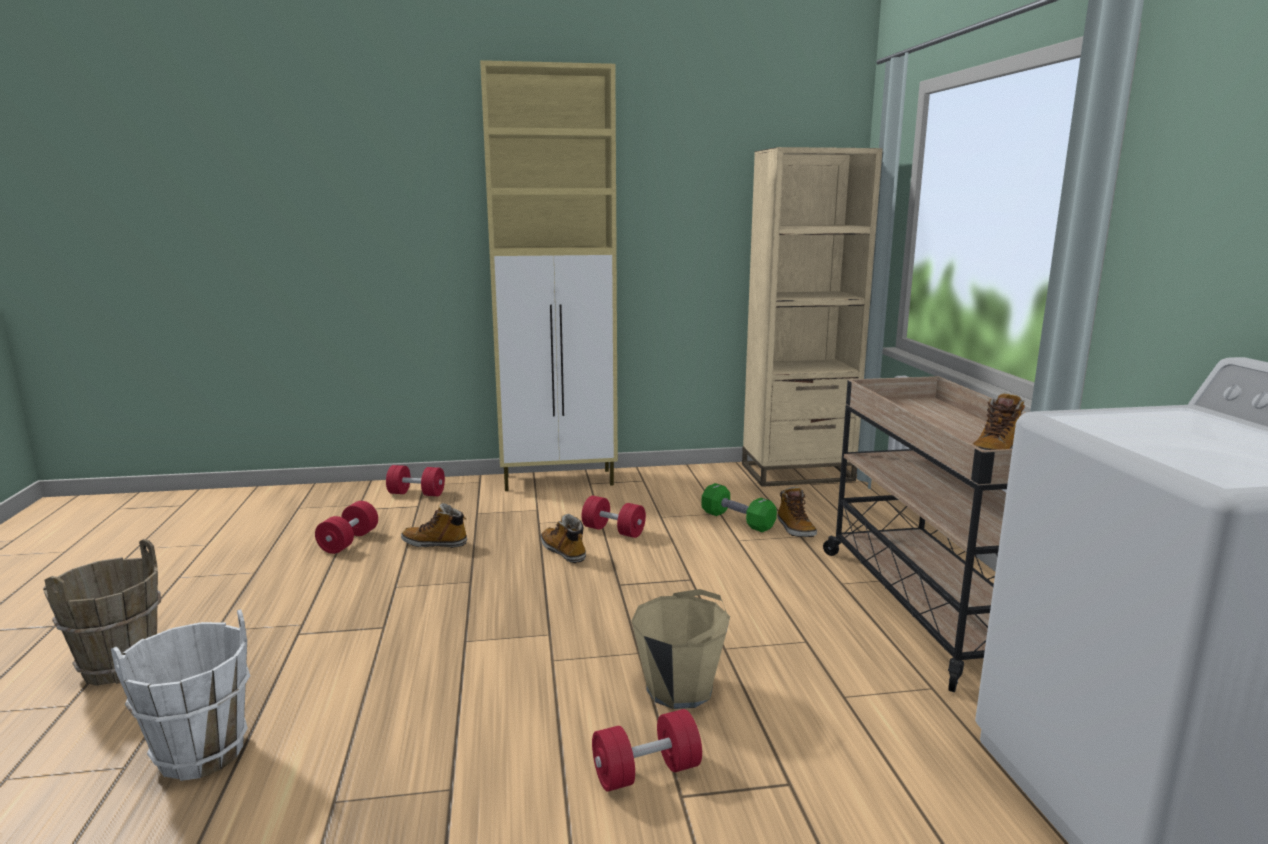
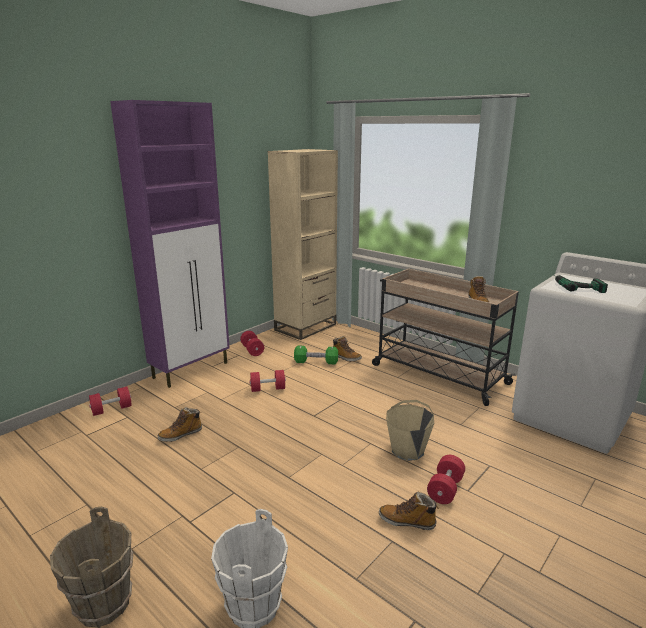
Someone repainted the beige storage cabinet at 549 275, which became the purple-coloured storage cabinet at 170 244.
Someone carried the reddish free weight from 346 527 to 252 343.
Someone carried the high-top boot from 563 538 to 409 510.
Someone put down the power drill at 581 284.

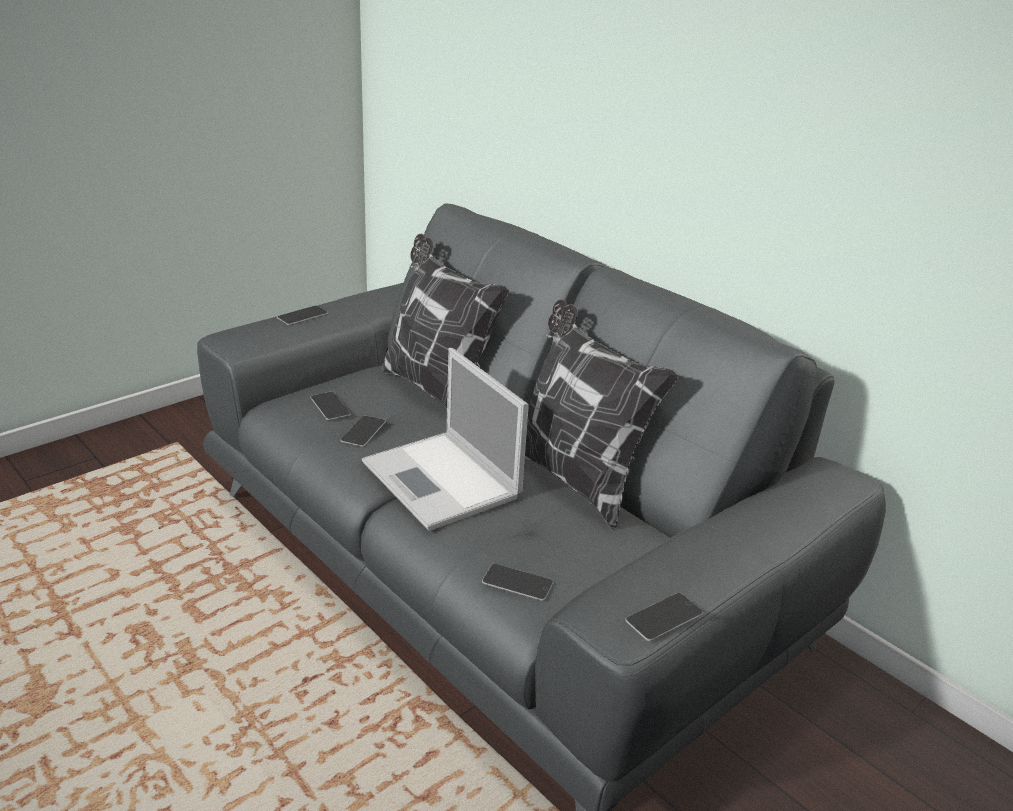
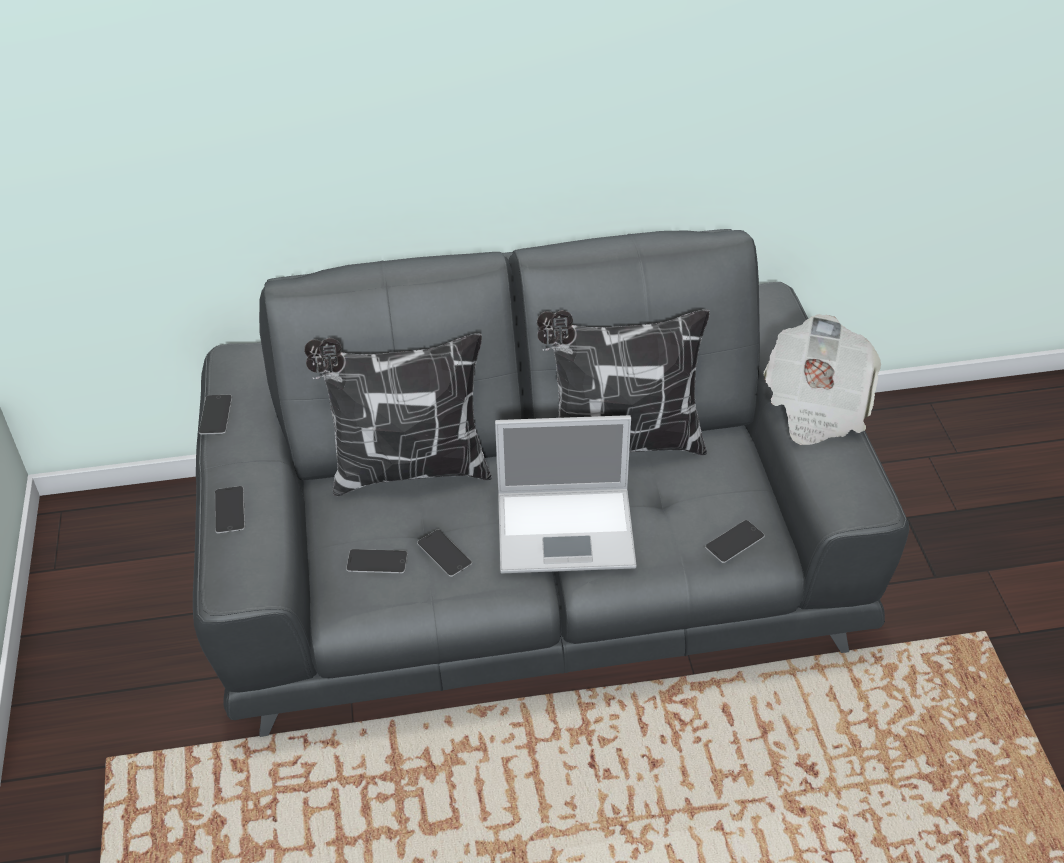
Someone carried the handset from 664 617 to 215 415.
Someone put down the daily paper at 822 380.

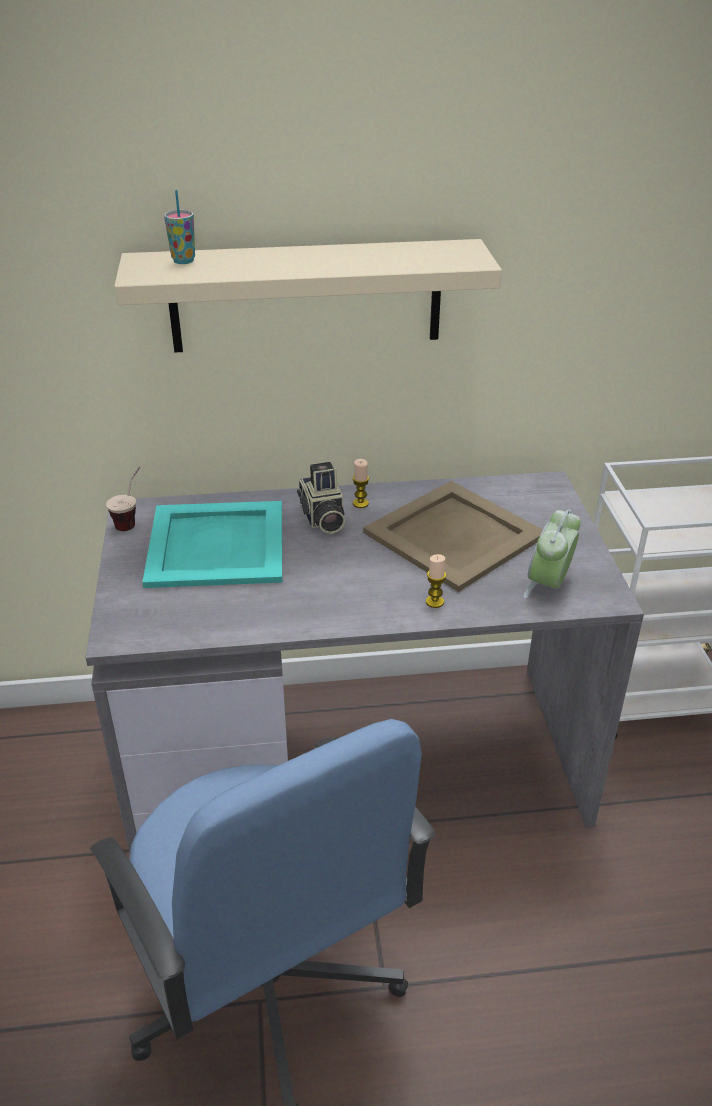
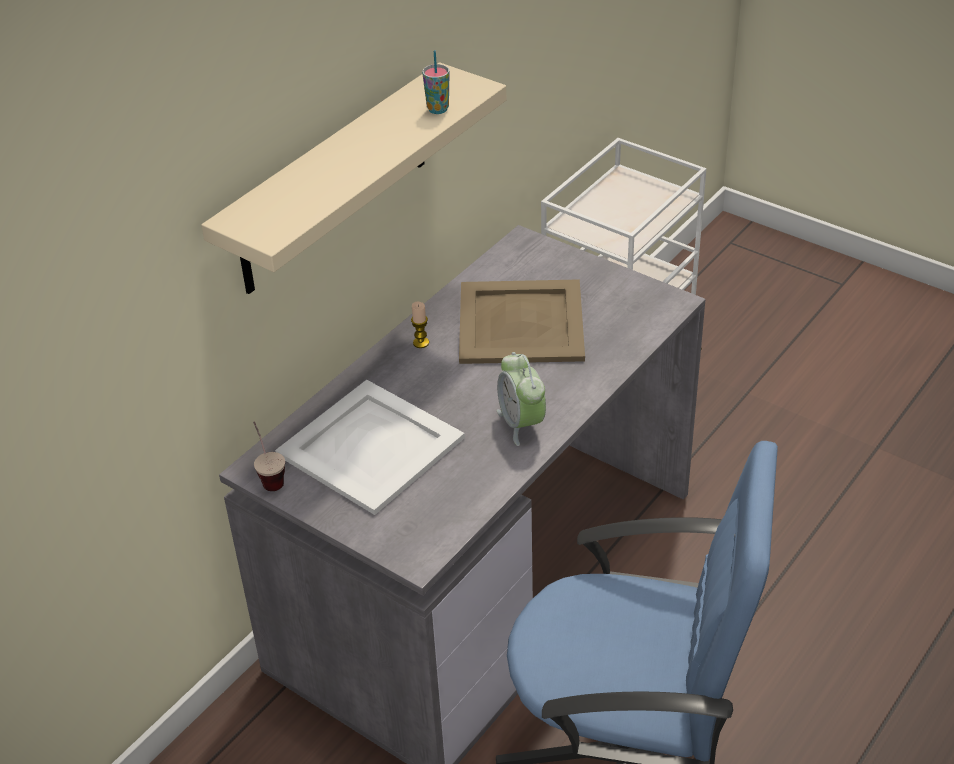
Someone repainted the blue-green serving tray at 212 544, which became the whitish serving tray at 370 447.
Someone carried the small cup from 179 227 to 435 82.
Someone carried the alarm clock from 551 553 to 521 399.
Someone took away the still camera at 321 498.
Someone took away the candle at 436 581.

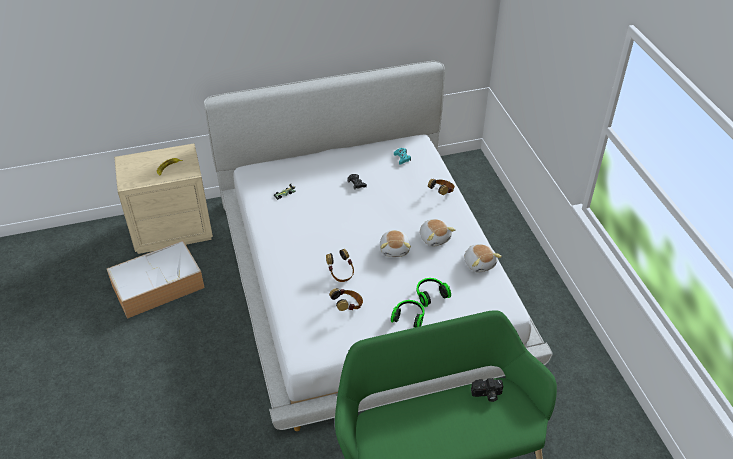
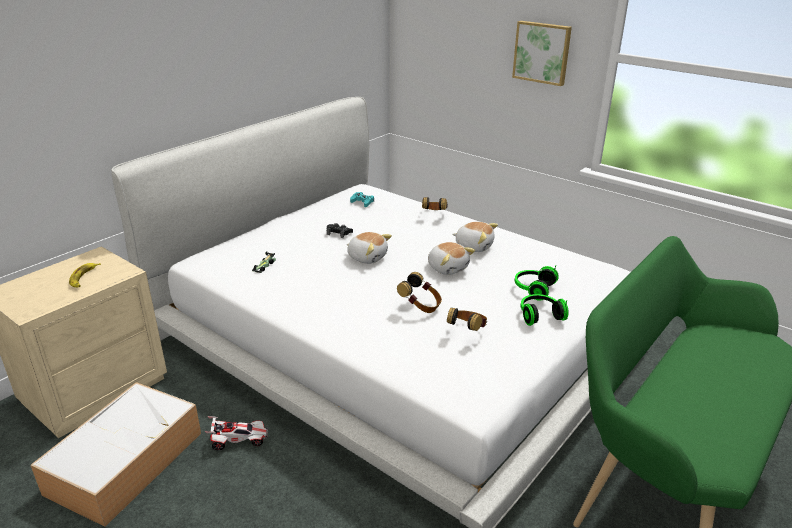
Someone put down the toy car at 236 433.
Someone carried the soft toy from 483 258 to 369 248.
Someone put up the picture at 542 53.
Someone took away the still camera at 487 390.

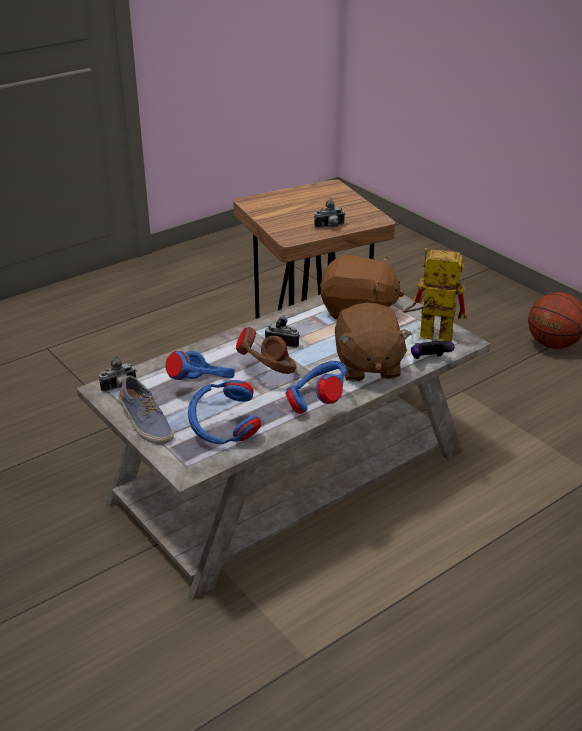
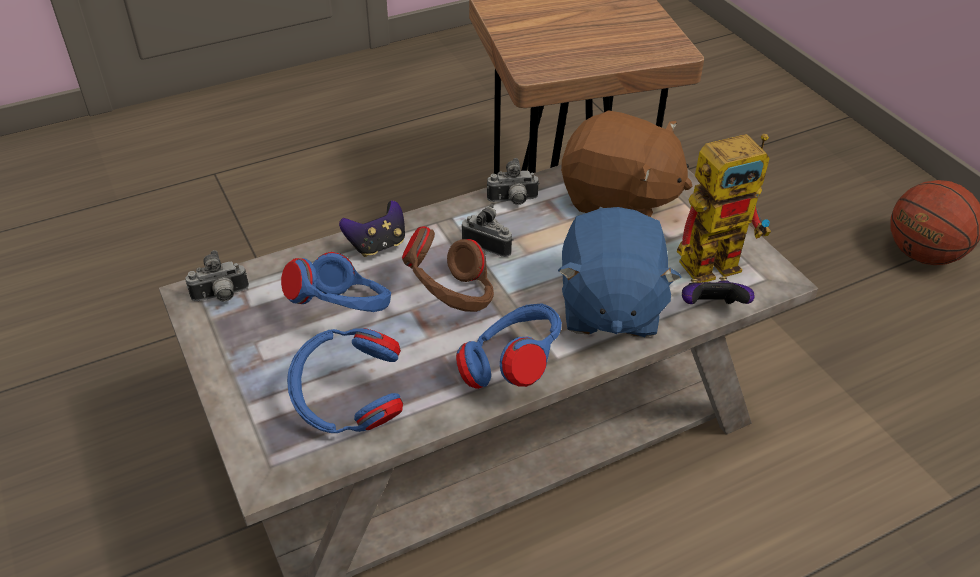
Someone put down the joypad at 372 228.
Someone carried the still camera from 329 213 to 513 181.
Someone repainted the brownish soft toy at 373 342, which became the blue-coloured soft toy at 620 272.
Someone rotated the robot figure at 434 295 by 135 degrees clockwise.
Someone took away the low shoe at 146 409.

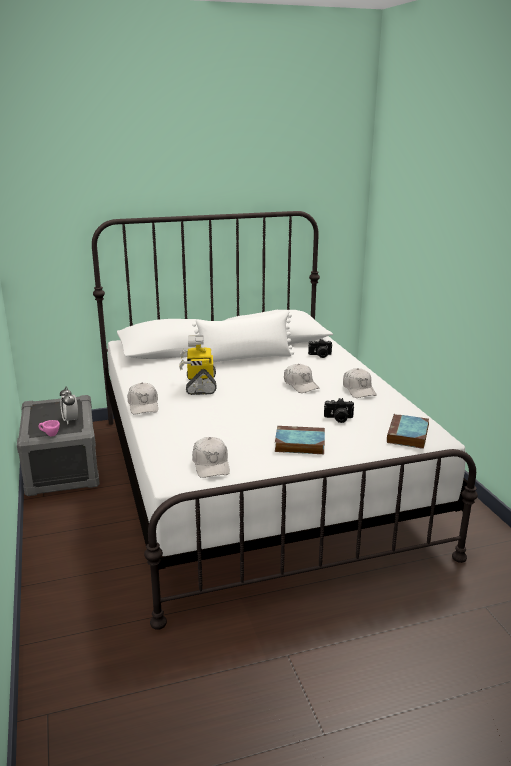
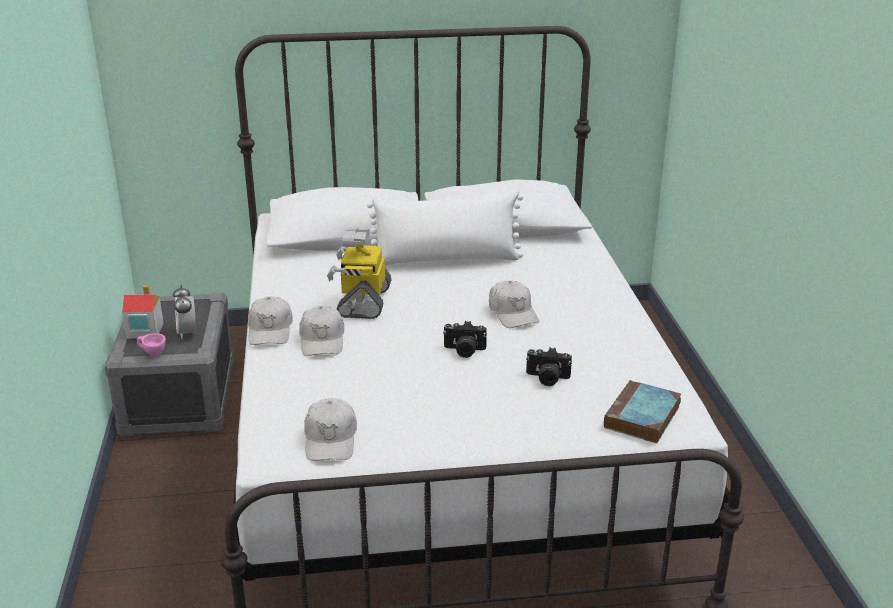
Someone put down the miniature house at 143 312.
Someone carried the whitish peaked cap from 359 383 to 321 331.
Someone carried the still camera from 320 348 to 465 339.
Someone took away the volume at 300 440.

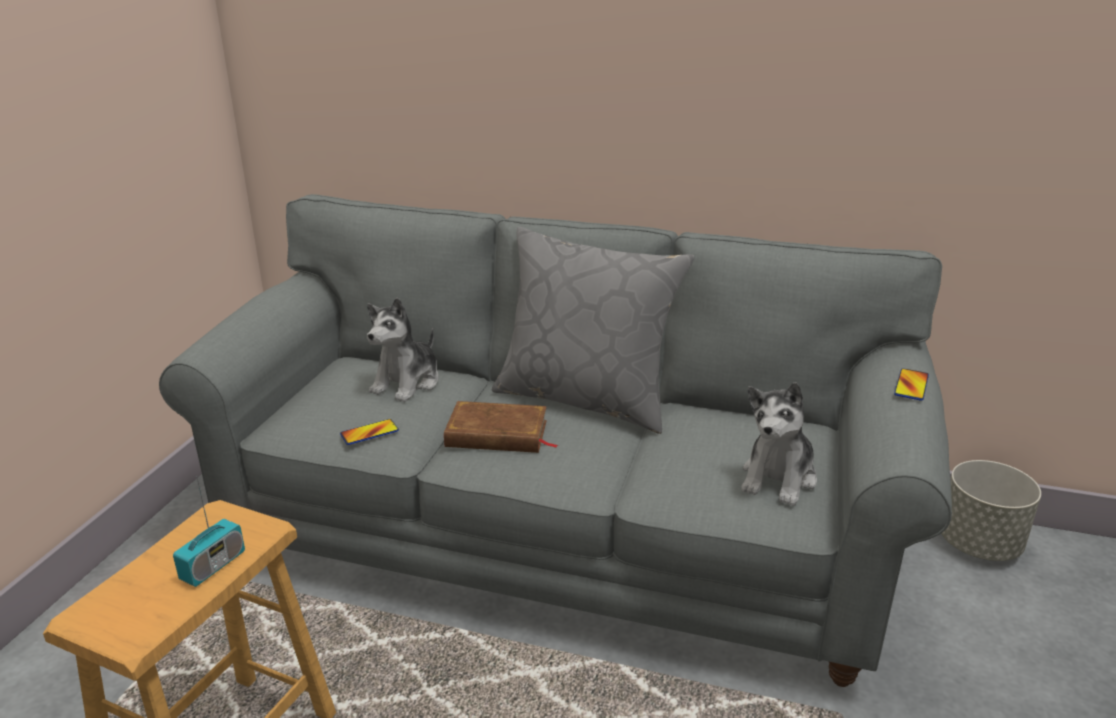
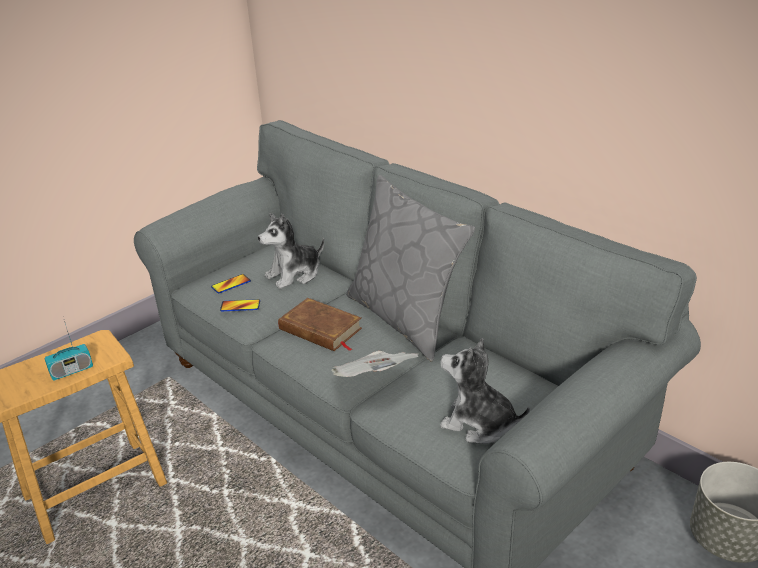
Someone carried the handset from 911 384 to 231 284.
Someone put down the daily paper at 375 364.
Someone rotated the soft toy at 779 444 by 60 degrees clockwise.

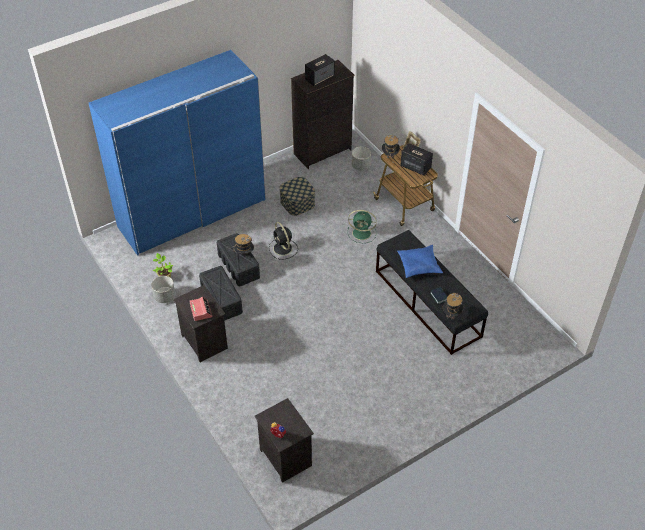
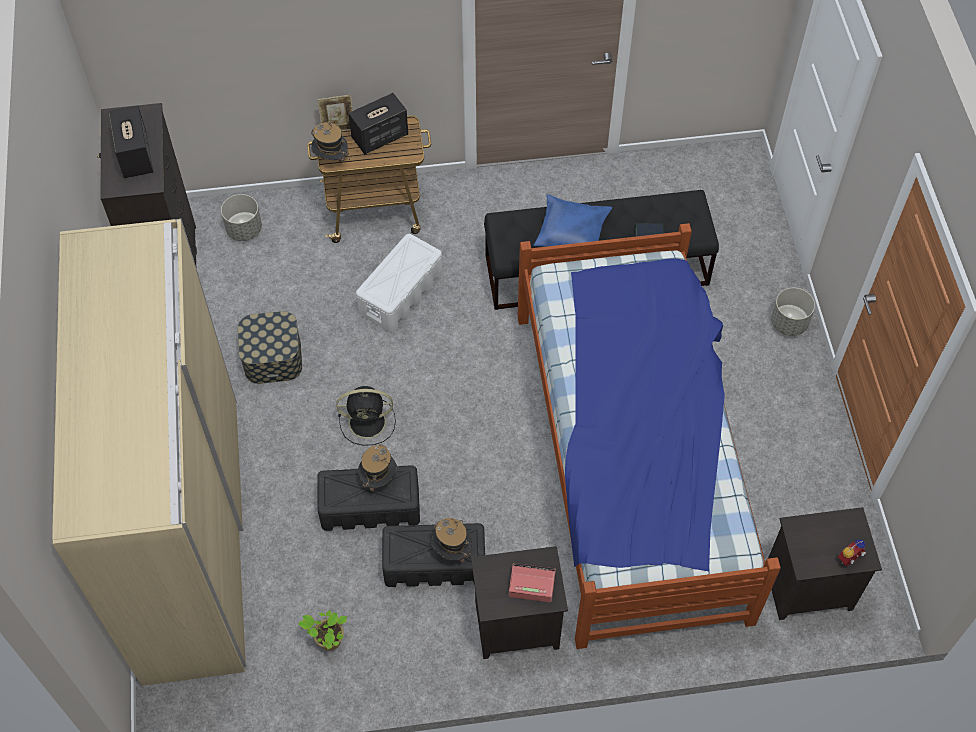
Someone repainted the blue-coloured clothes cupboard at 177 153, which became the beige clothes cupboard at 149 452.
Someone swapped the green-coloured fan at 362 226 for the whitish storage box at 399 283.
Someone carried the wearable hat from 453 306 to 451 540.
Someone put down the sleeping bed at 649 436.
Someone carried the greyish plant pot from 163 289 to 793 312.

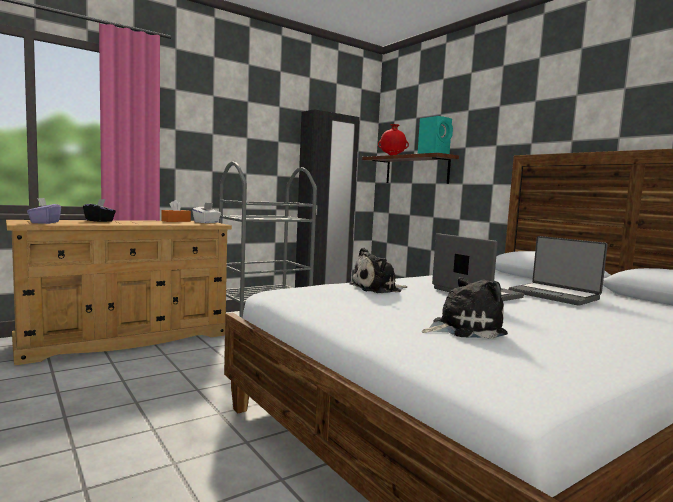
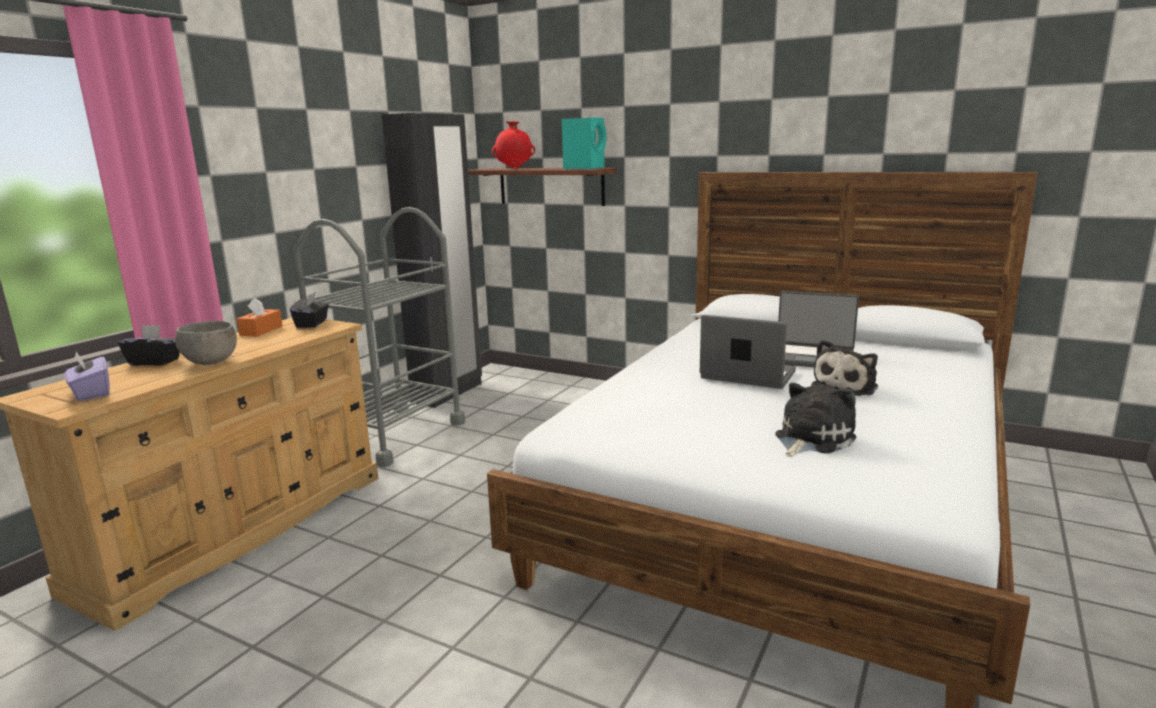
Someone put down the greyish deep dish at 206 343.
Someone repainted the whitish tissue box at 206 213, which became the black tissue box at 309 310.
Someone carried the soft toy from 378 270 to 844 368.

